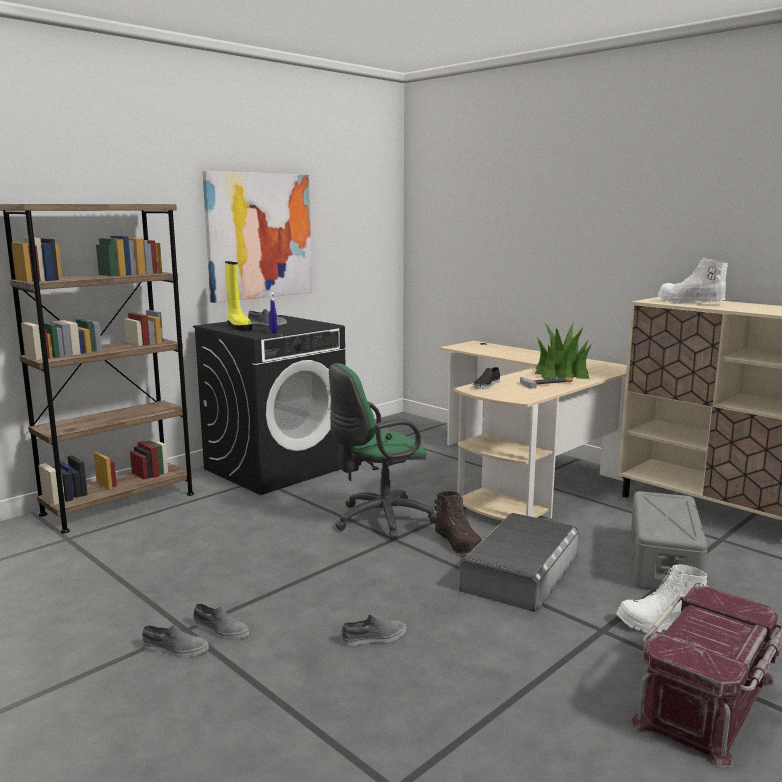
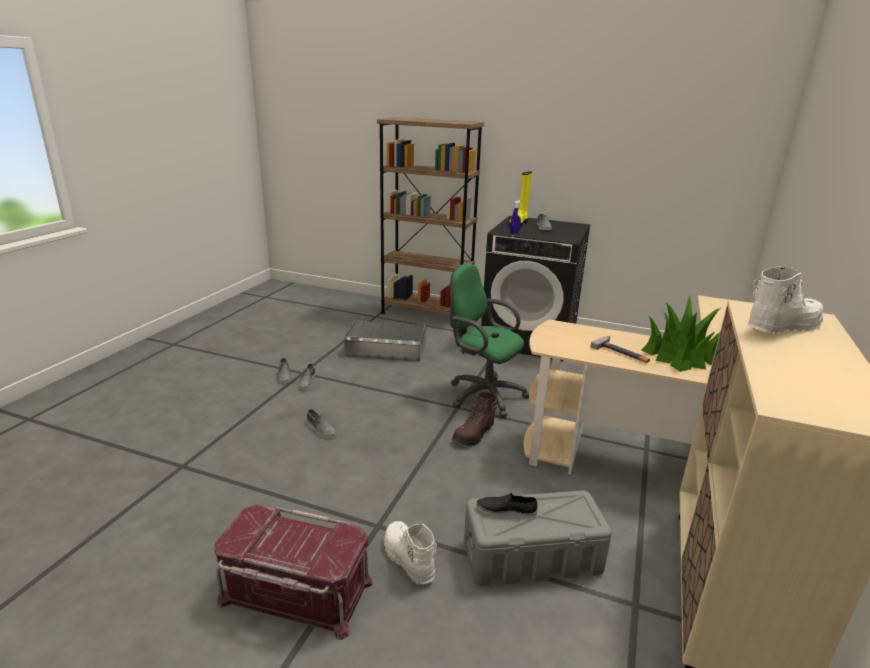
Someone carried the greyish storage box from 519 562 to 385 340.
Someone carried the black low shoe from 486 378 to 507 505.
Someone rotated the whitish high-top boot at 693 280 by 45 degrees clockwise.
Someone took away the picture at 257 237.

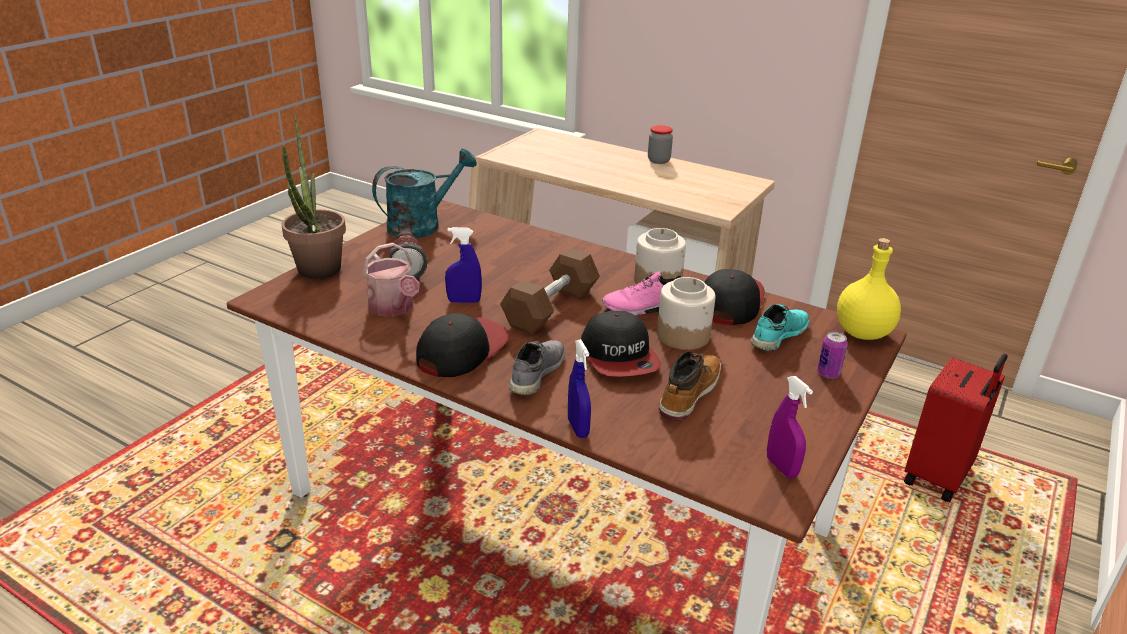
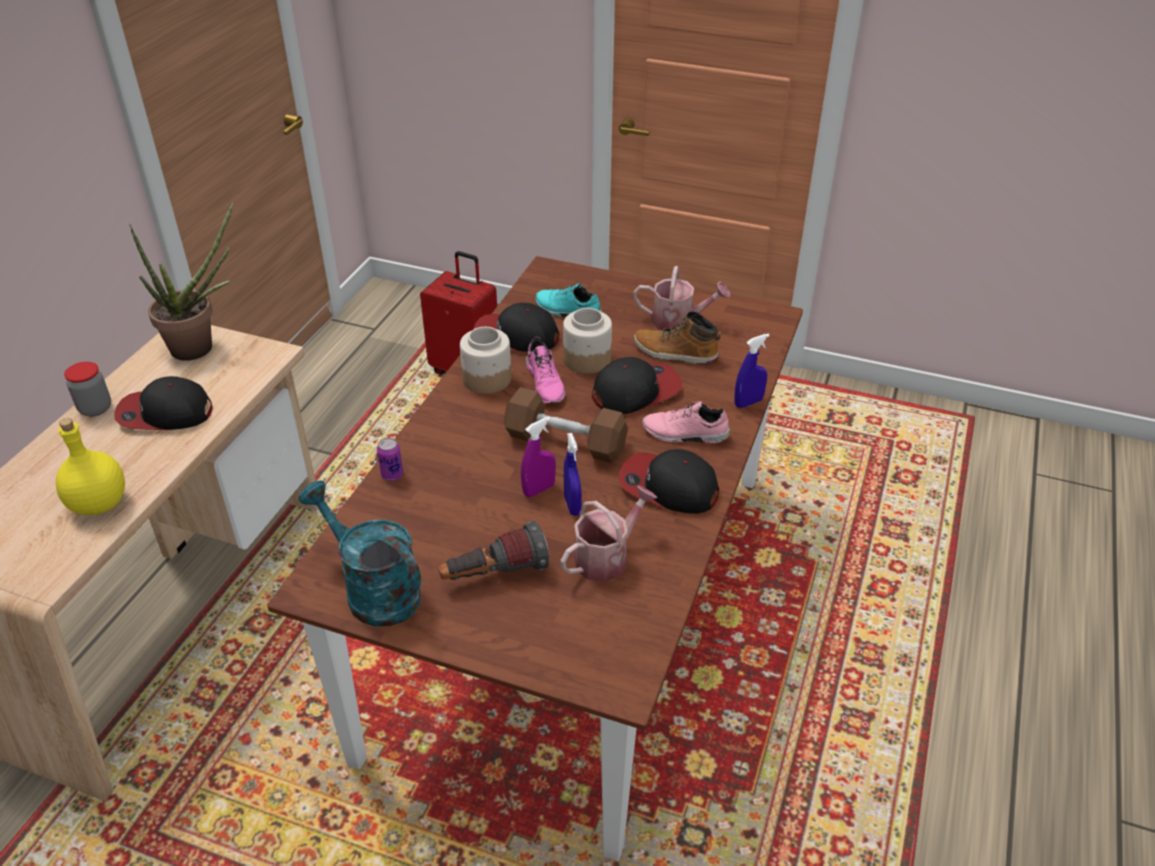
Someone carried the yellow-coloured beverage bottle from 869 289 to 90 466.
Someone put down the peaked cap at 163 403.
Someone carried the potted plant from 314 197 to 181 282.
Someone carried the sealed can from 832 355 to 390 459.
Someone carried the purple-coloured hand sprayer from 790 427 to 538 457.
Someone put down the sprinkling can at 682 298.
Someone repainted the greyish low shoe at 537 368, which became the pink-coloured low shoe at 686 422.

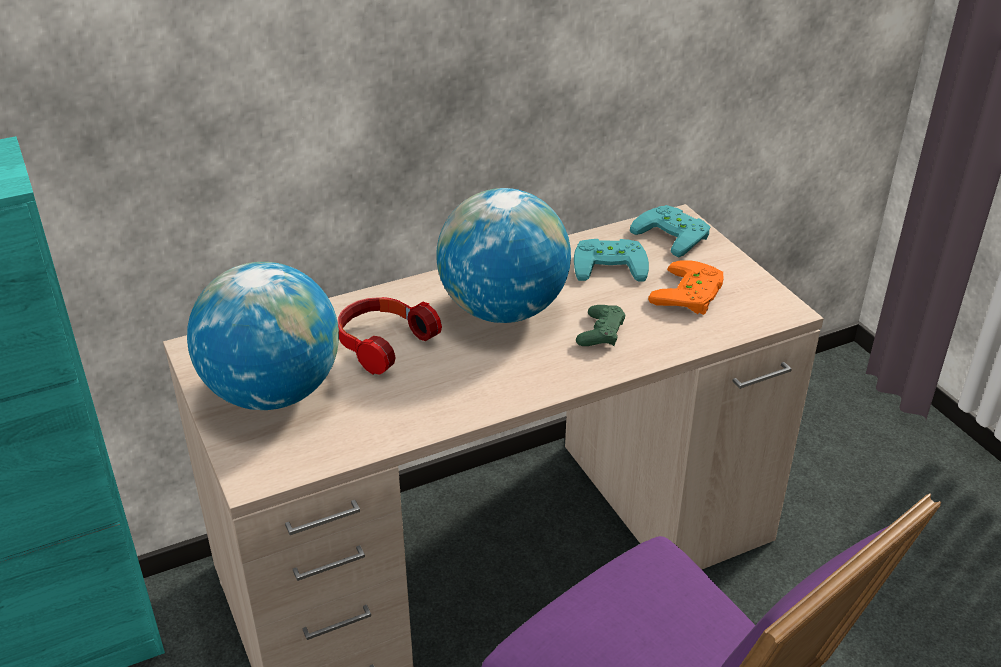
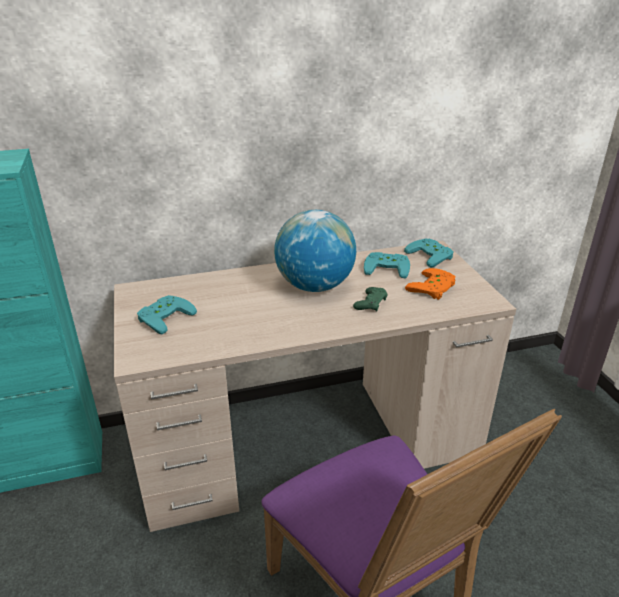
Someone swapped the world globe at 263 336 for the blue-green joypad at 167 315.
Someone took away the headphones at 390 336.

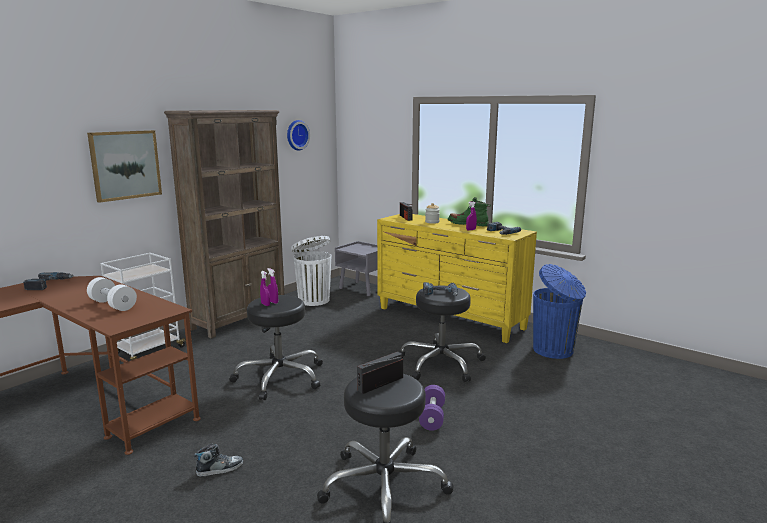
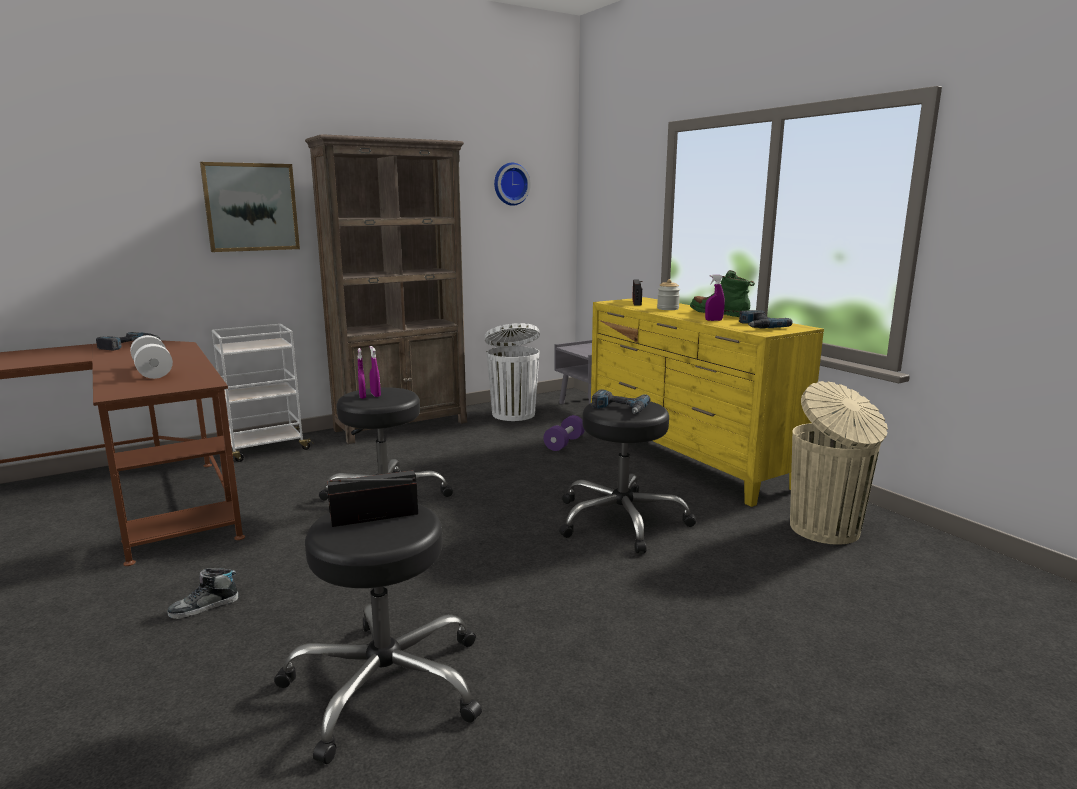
Someone rotated the low shoe at 218 460 by 150 degrees clockwise.
Someone carried the purple-coloured free weight from 432 408 to 564 433.
Someone repainted the blue-coloured waste bin at 559 311, which became the beige waste bin at 839 463.

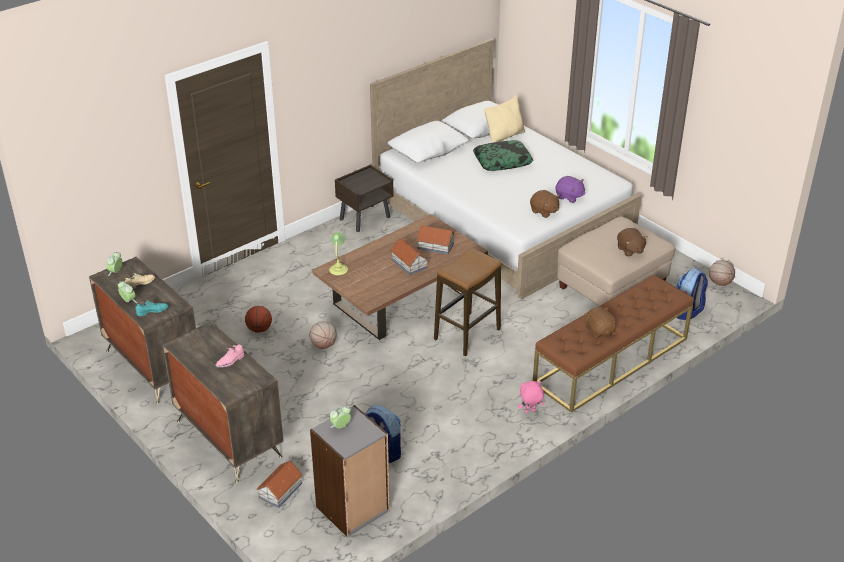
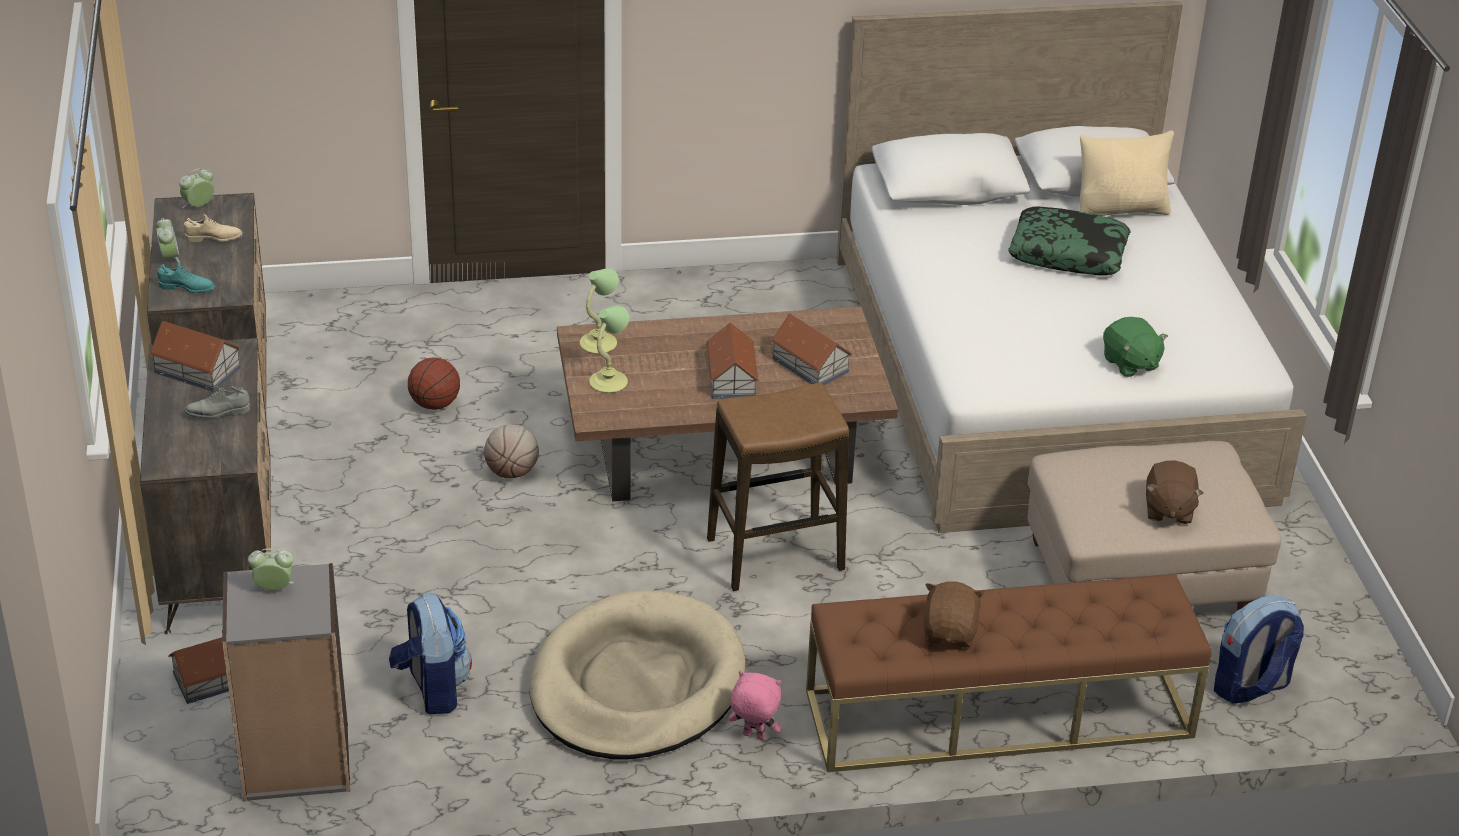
Someone put down the miniature house at 195 356.
Someone repainted the pink-coloured low shoe at 229 356, which became the greyish low shoe at 217 402.
Someone put down the beige dog bed at 637 675.
Someone put down the lamp for a table at 609 349.
Someone repainted the purple-coloured soft toy at 570 189, which became the green-coloured soft toy at 1135 347.
Someone took away the brownish night table at 364 198.
Someone took away the brownish soft toy at 545 204.
Someone took away the ball for basketball at 722 273.

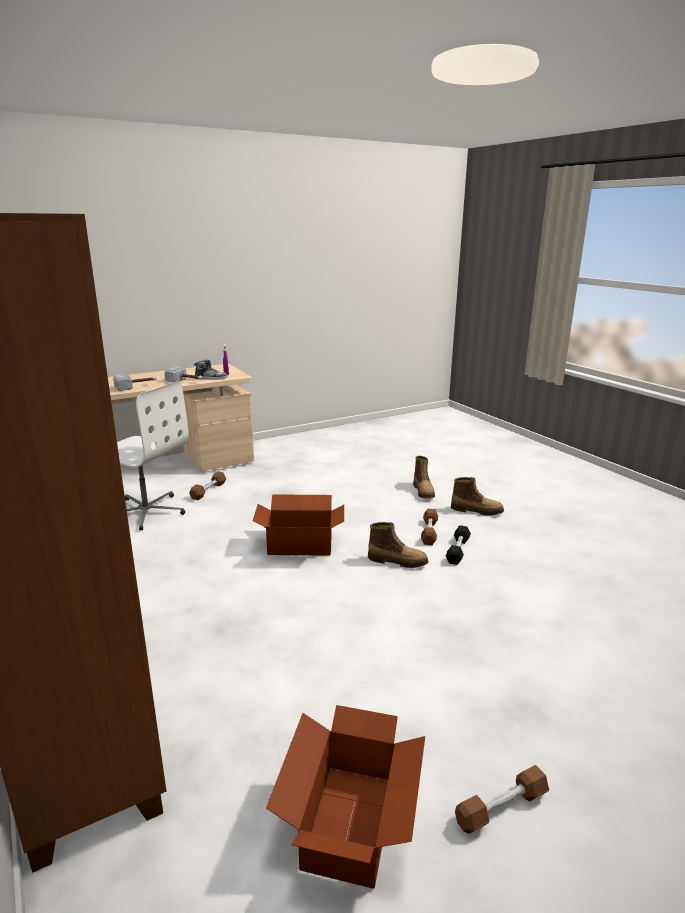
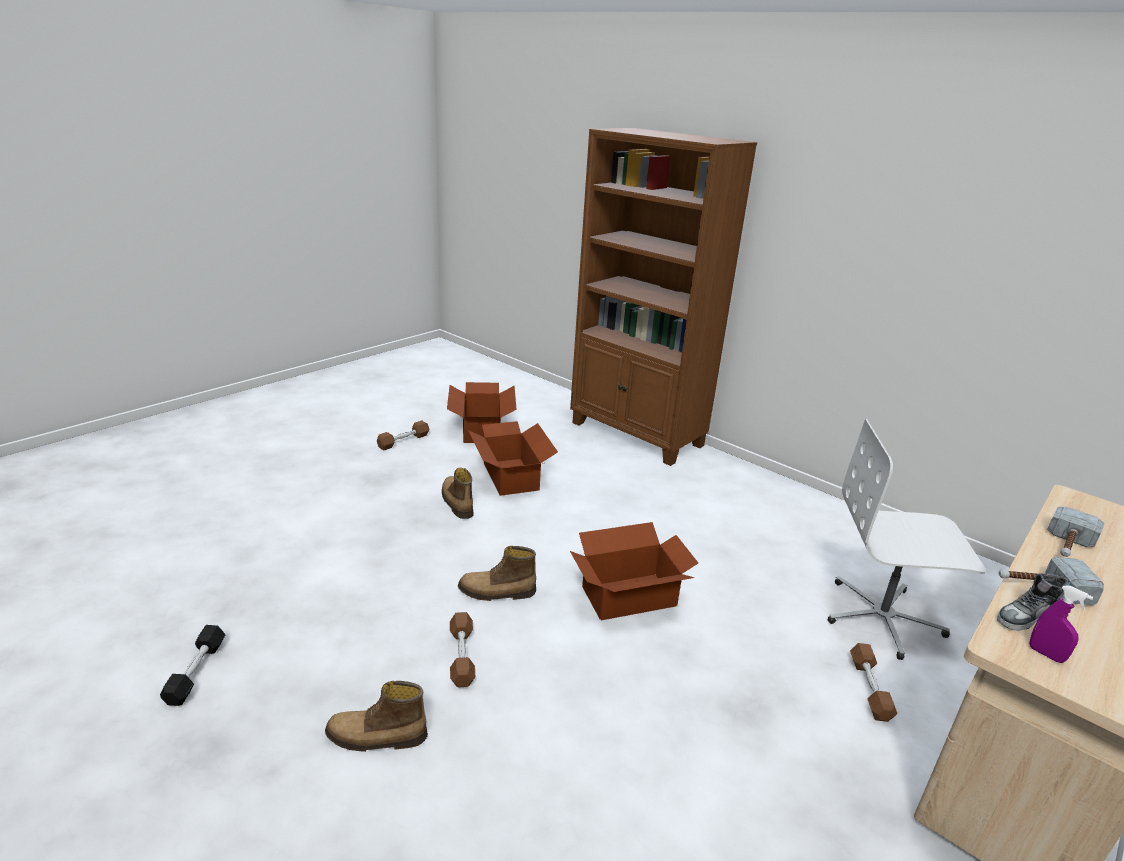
Someone carried the black free weight from 458 545 to 192 665.
Someone carried the high-top boot from 424 477 to 457 493.
Someone put down the carton at 513 458.

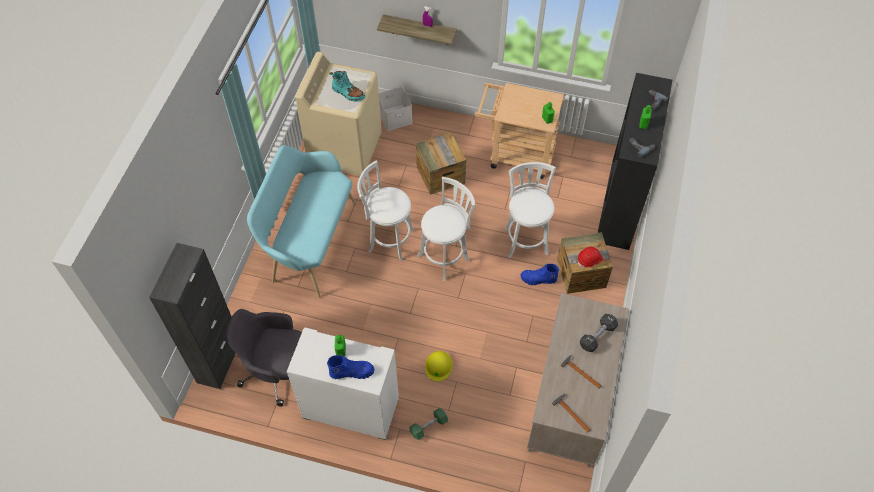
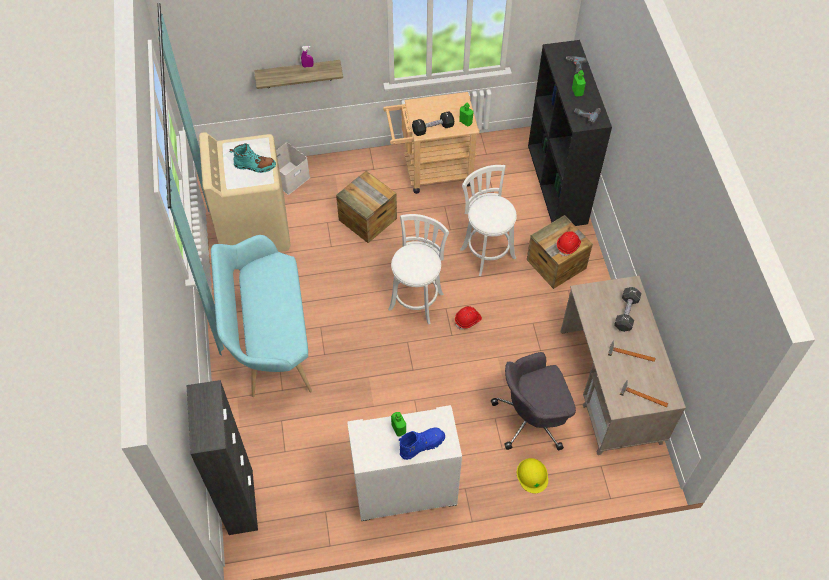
Someone put down the black free weight at 433 124.
Someone put down the reddish safety helmet at 468 318.
Someone carried the greyish office chair from 264 357 to 533 401.
Someone carried the yellow-coloured safety helmet from 439 366 to 532 475.
Someone took away the whitish sitting stool at 385 210.
Someone took away the green-coloured free weight at 429 424.
Someone took away the blue-coloured high-top boot at 540 274.

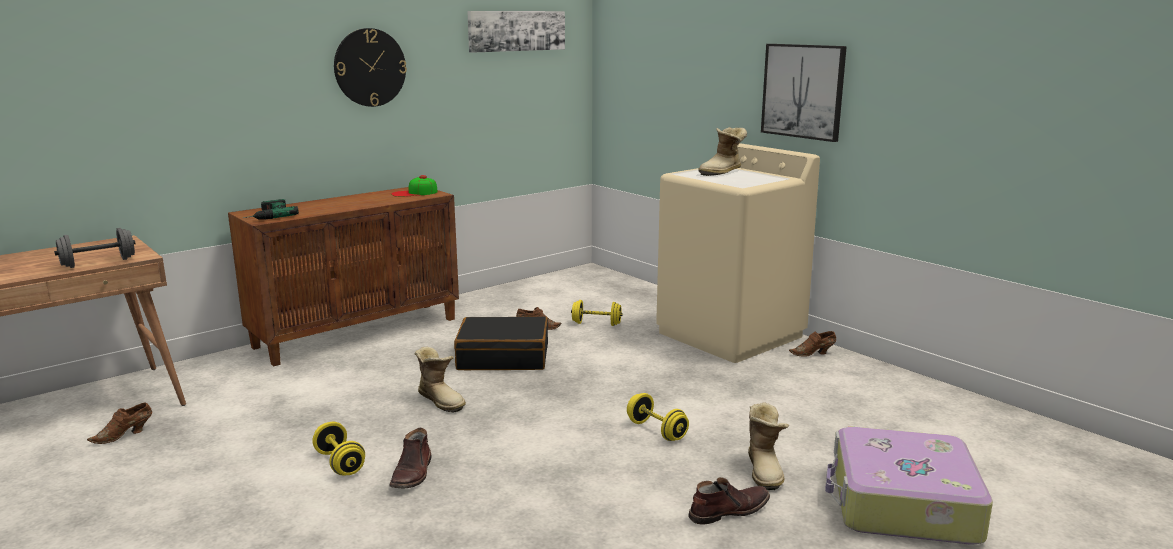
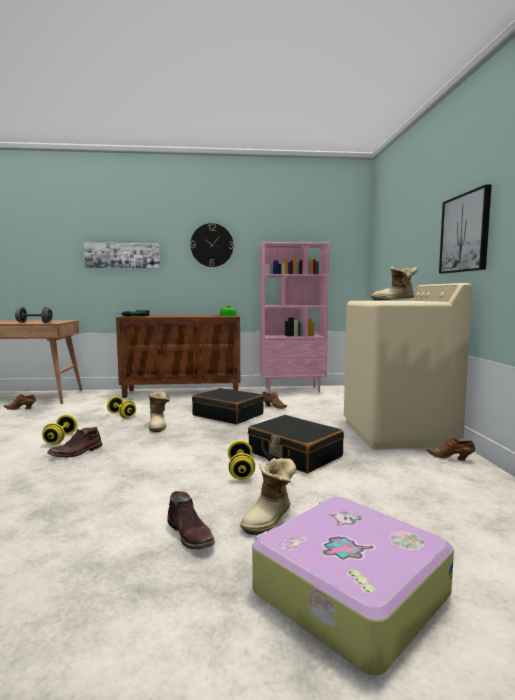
Someone carried the picture from 516 32 to 122 255.
Someone carried the yellow-coloured free weight from 597 313 to 121 407.
Someone rotated the brownish high-top boot at 729 501 by 45 degrees clockwise.
Someone put down the black suitcase at 296 444.
Someone put down the pink-coloured bookcase at 294 317.

